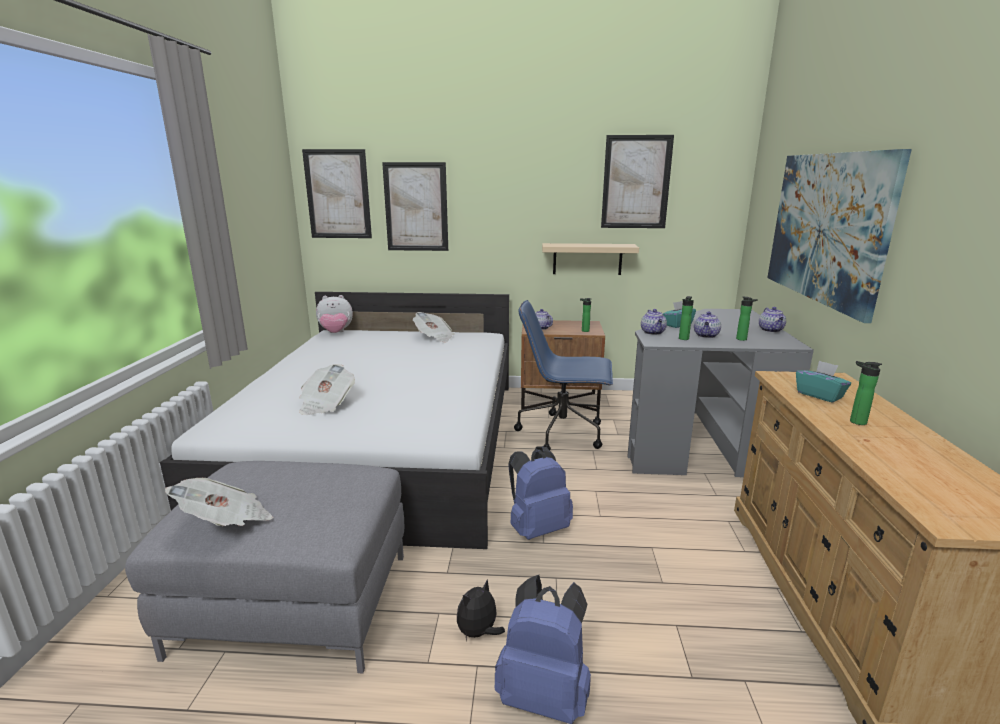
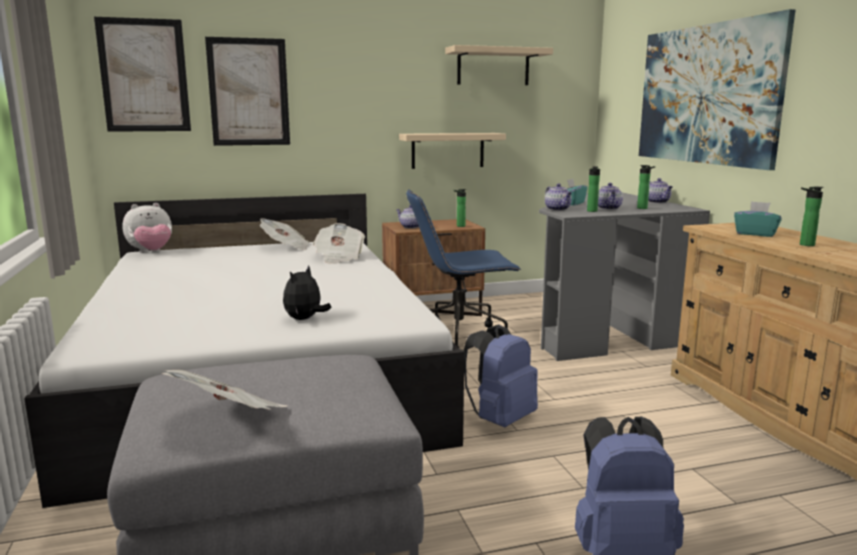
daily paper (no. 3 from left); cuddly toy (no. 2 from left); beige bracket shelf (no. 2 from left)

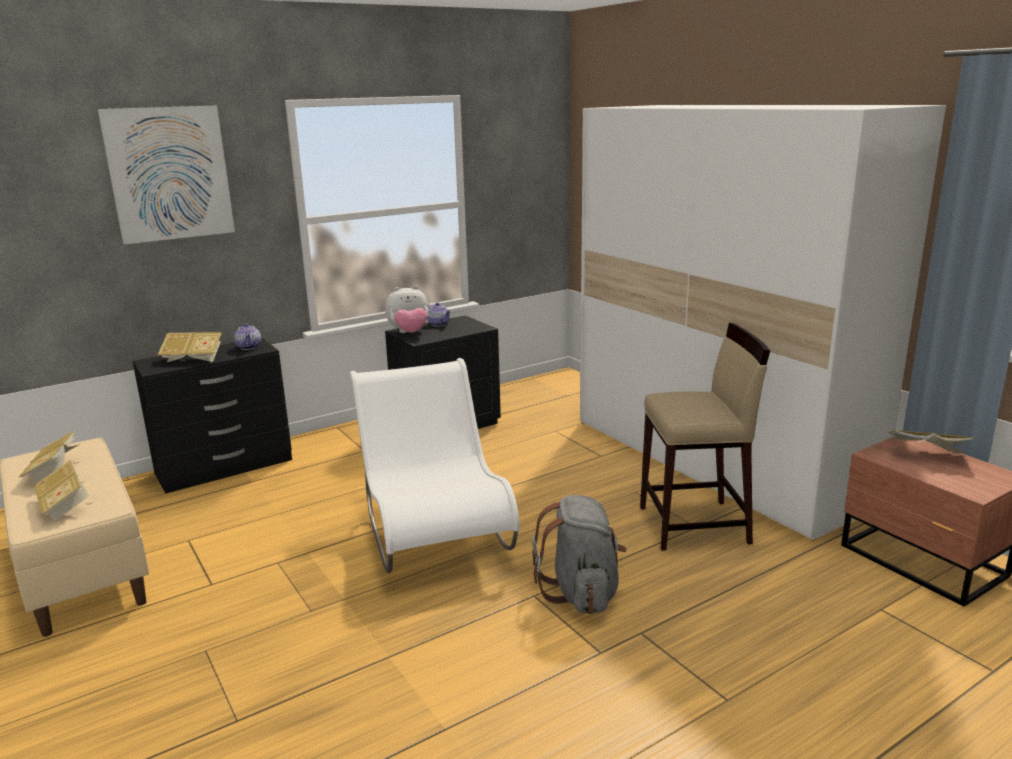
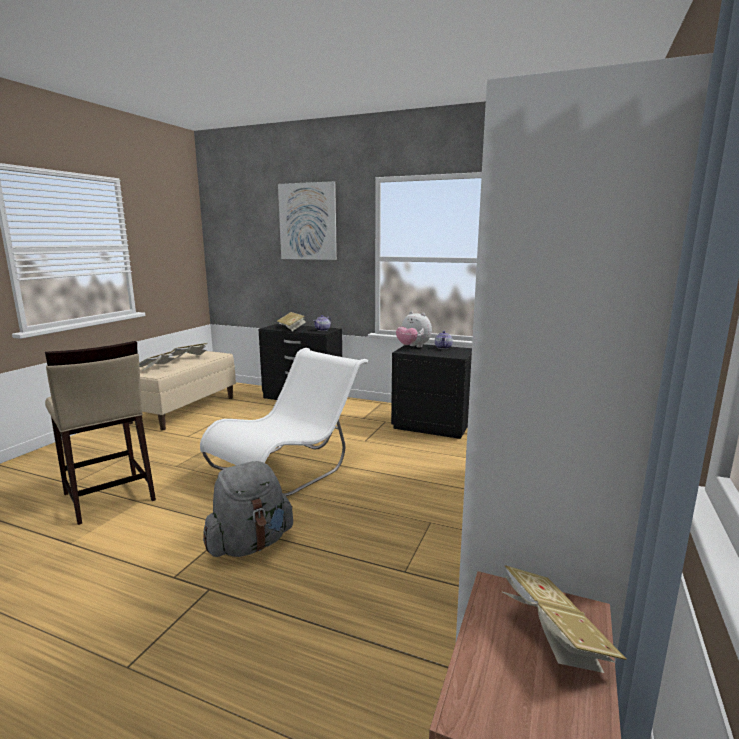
beige stool

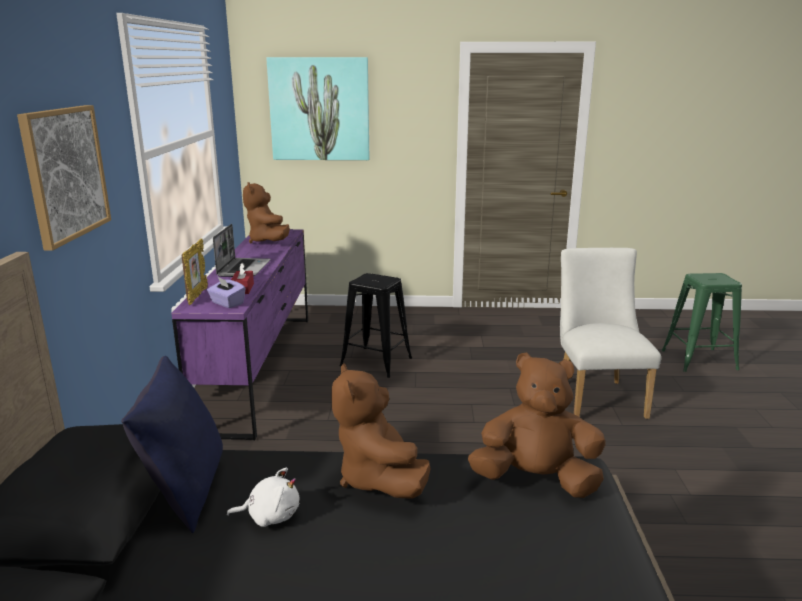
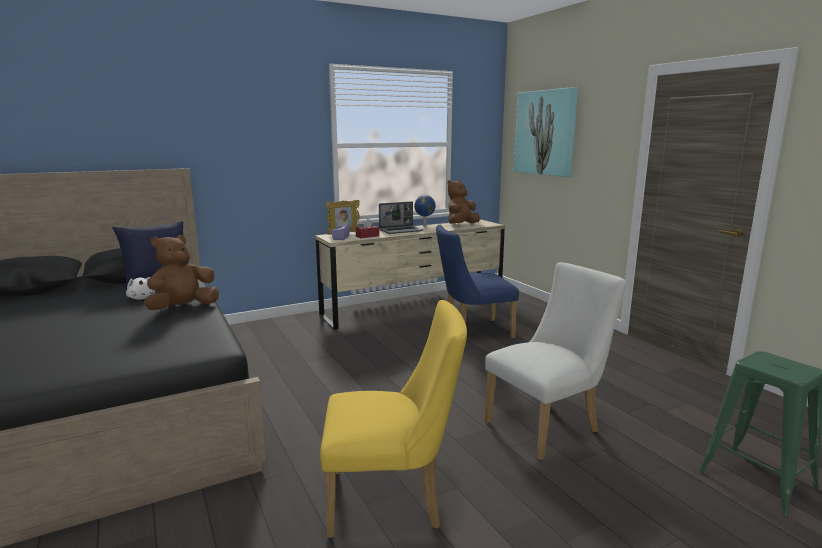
picture (no. 1 from left in the first image); brown cuddly toy (no. 3 from left in the first image); yellow-coloured chair; world globe; blue-coloured chair; beige drawer chest

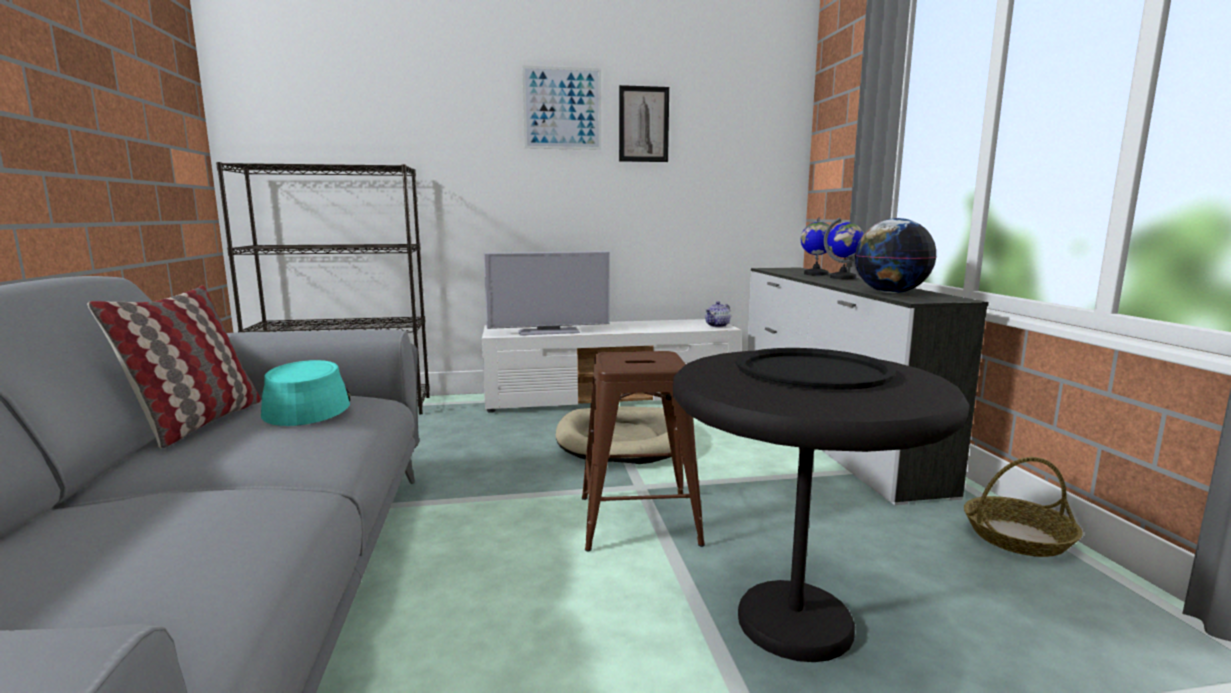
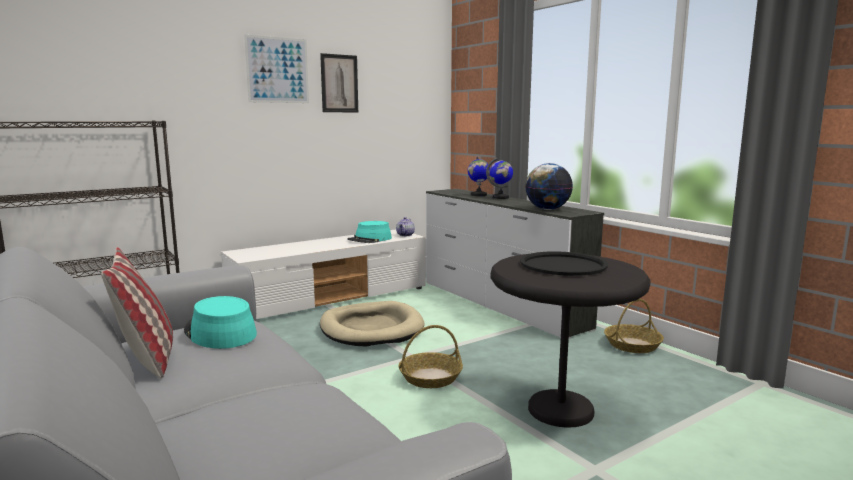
television; blue-green wearable hat (no. 2 from left); basket (no. 1 from left)

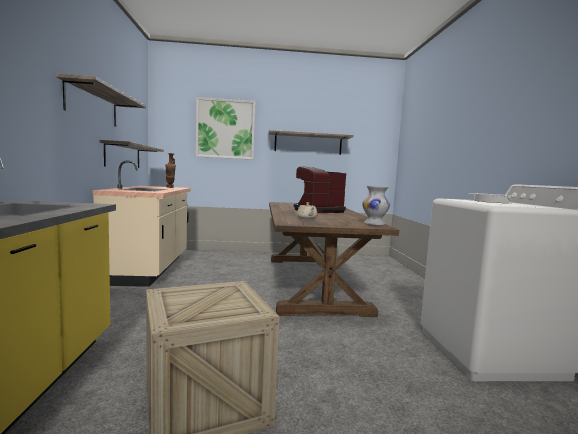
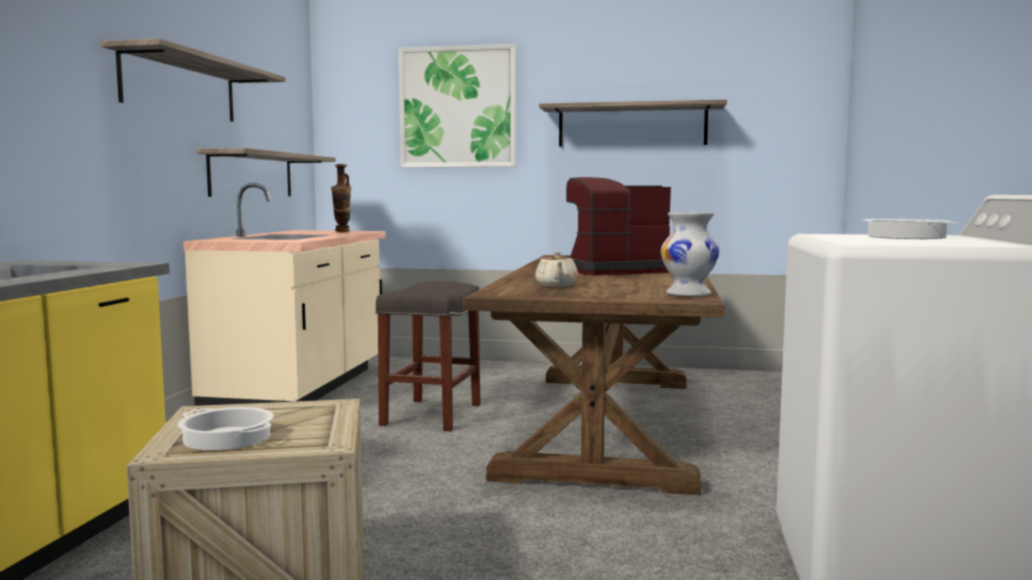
stockpot (no. 1 from left); grey stool

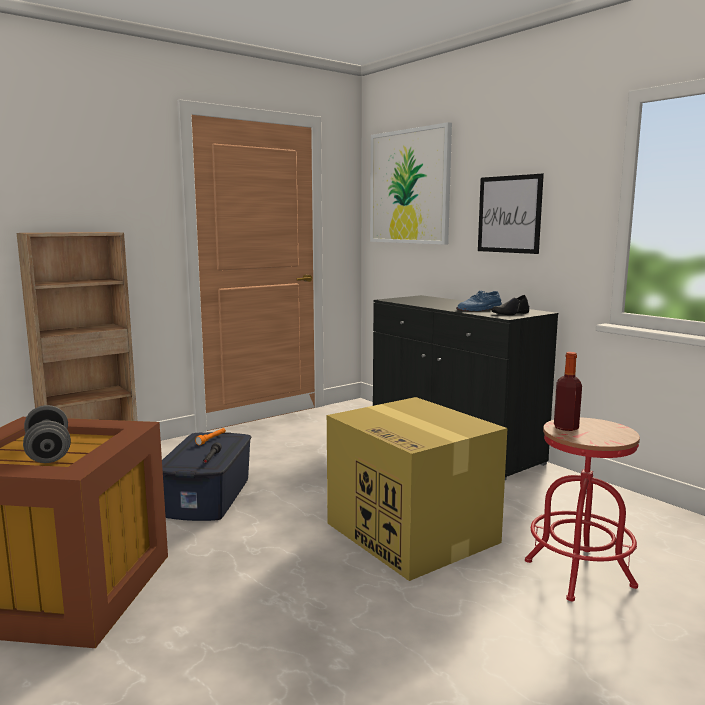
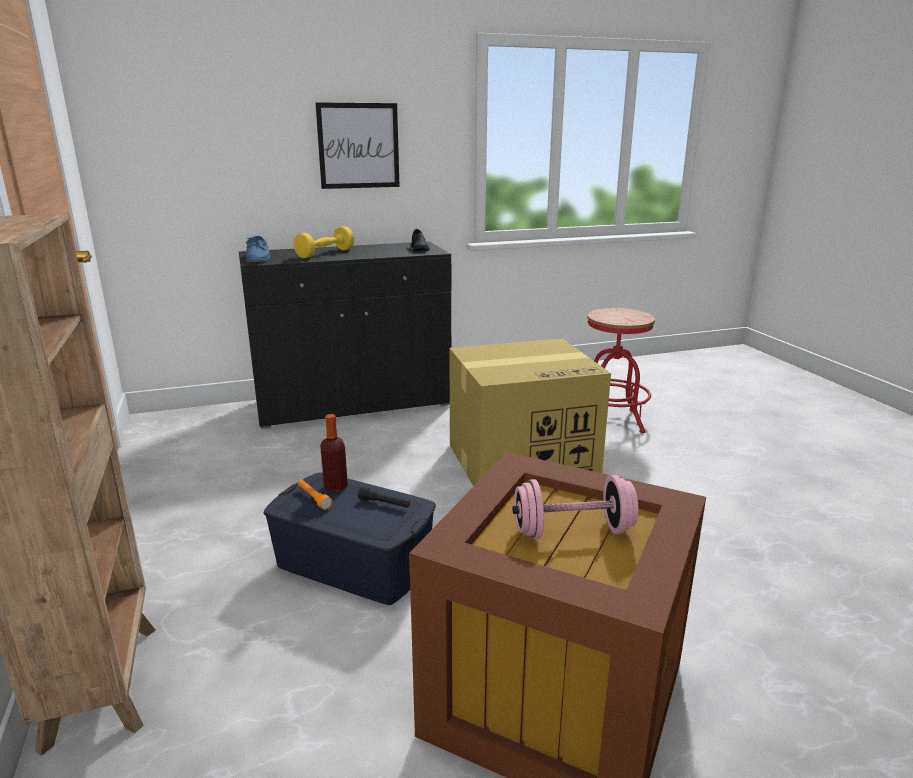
picture (no. 1 from left in the first image); yellow-coloured hand weight; blue-coloured item of footwear; bottle; pink-coloured hand weight

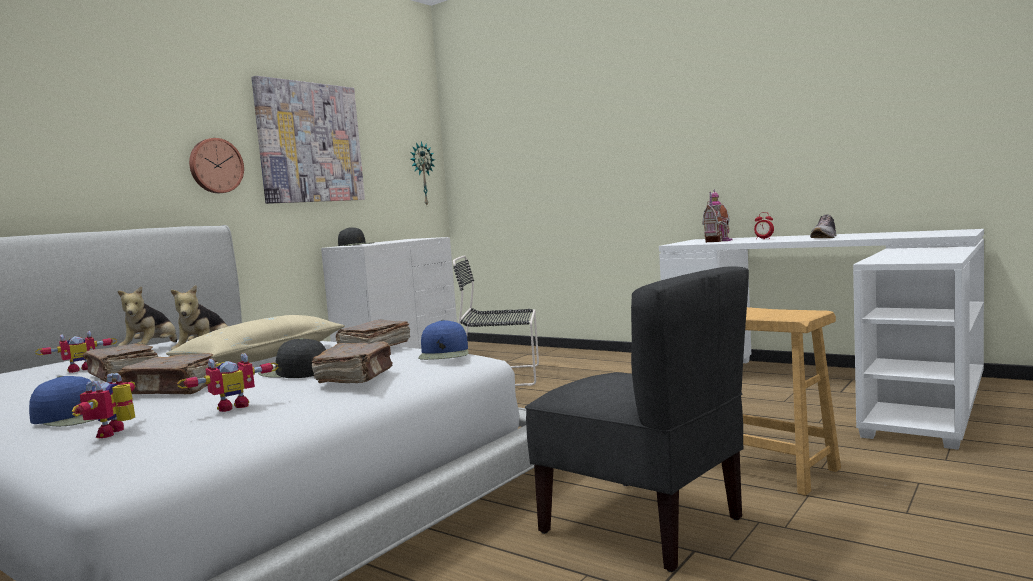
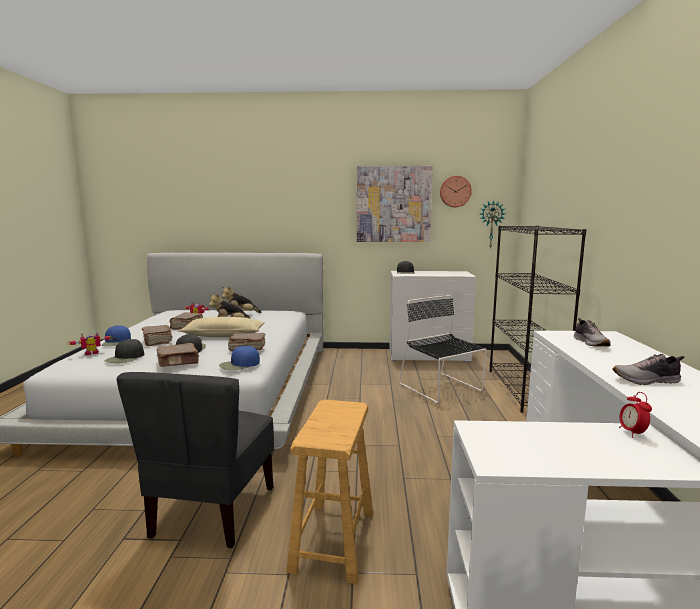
blackish shelving unit; wall clock (no. 1 from left); bedside clock; blackish peaked cap (no. 1 from left); item of footwear (no. 1 from left)

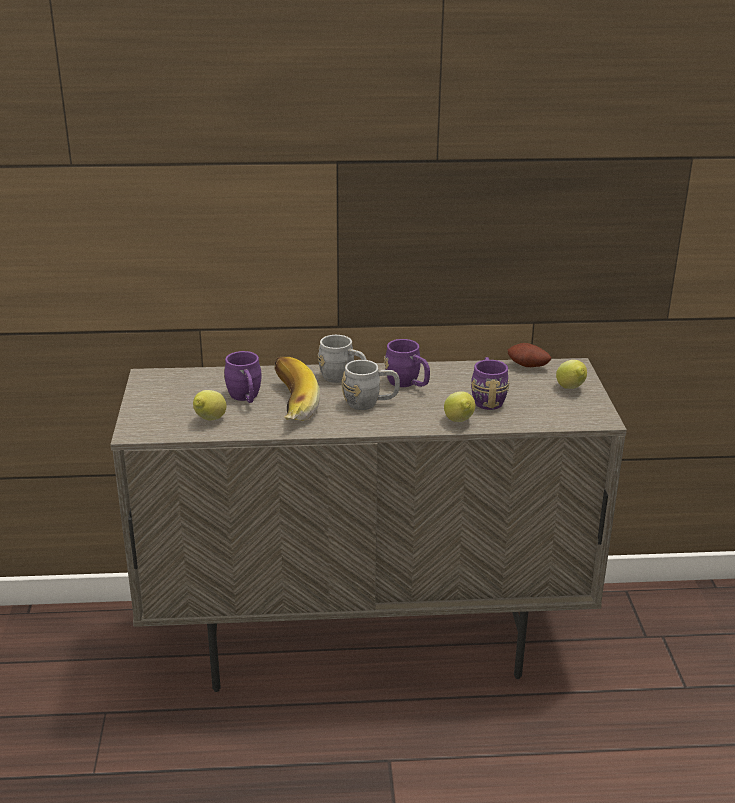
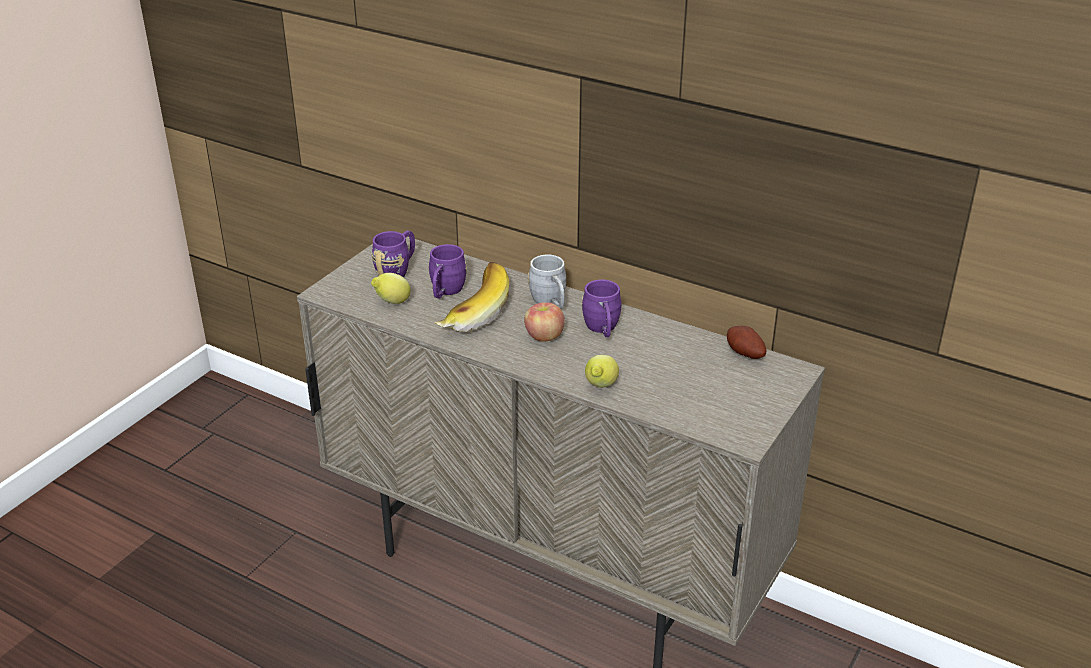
whole lemon (no. 3 from left in the first image); purplish coffee mug (no. 1 from left); apple fruit

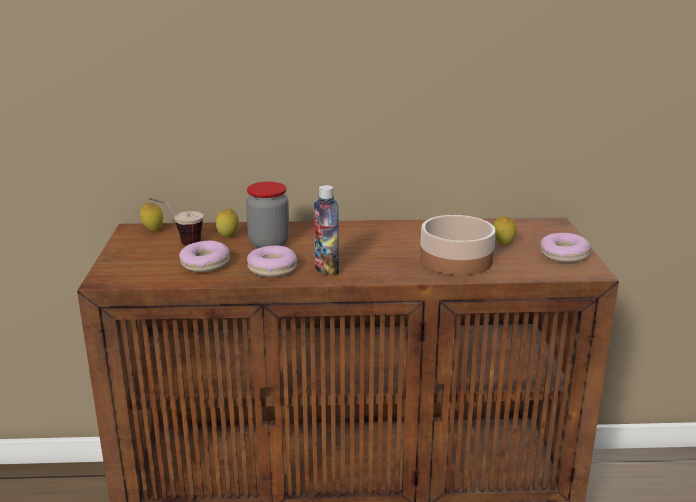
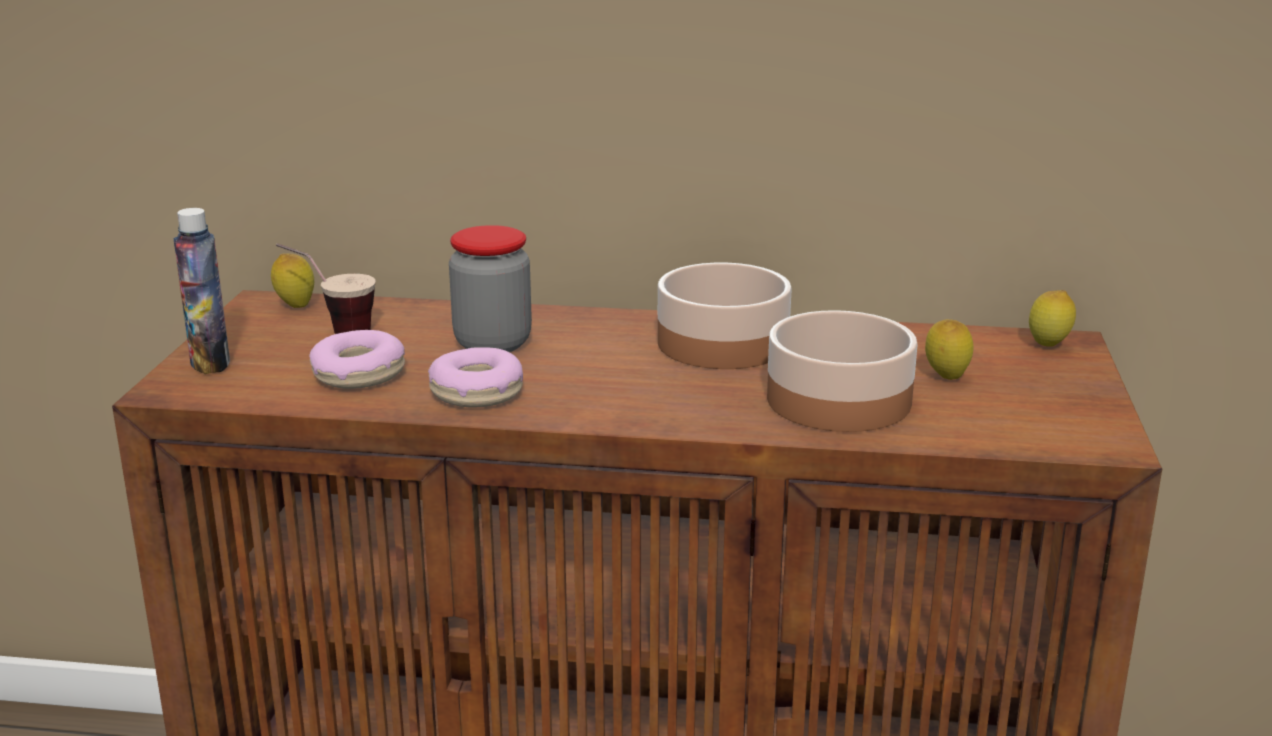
donut (no. 3 from left in the first image); serving bowl (no. 1 from left); whole lemon (no. 3 from left); bottle

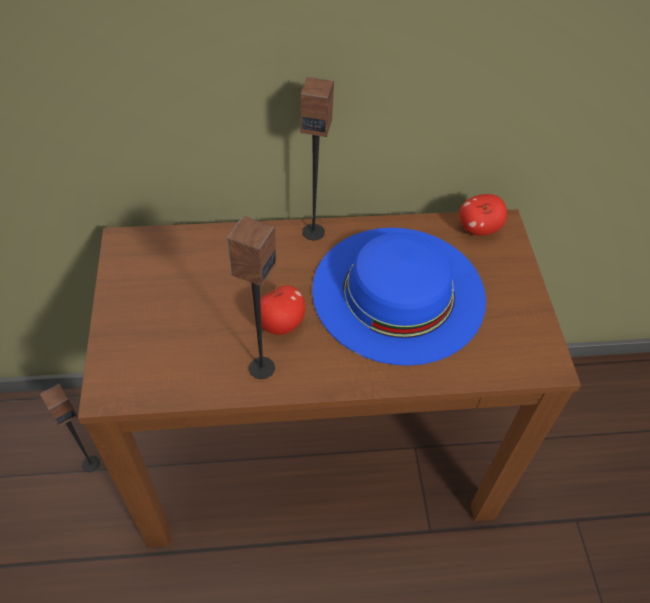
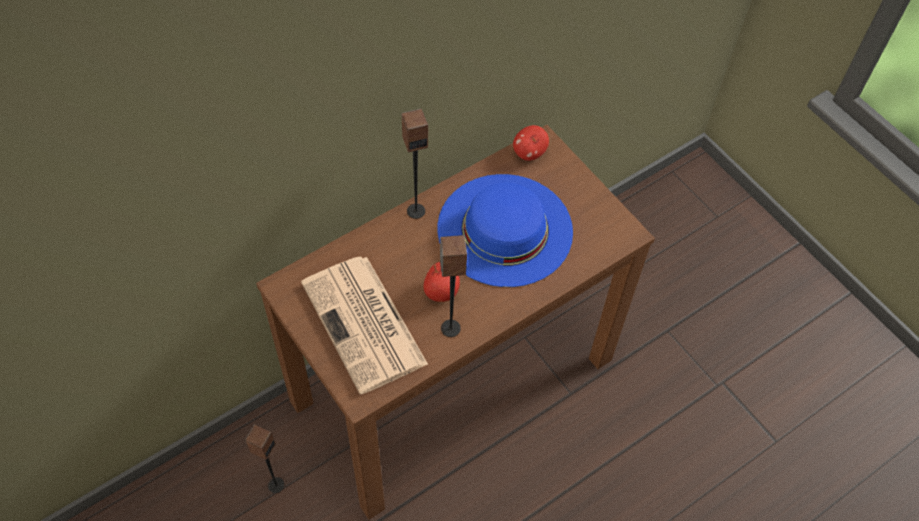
daily paper

